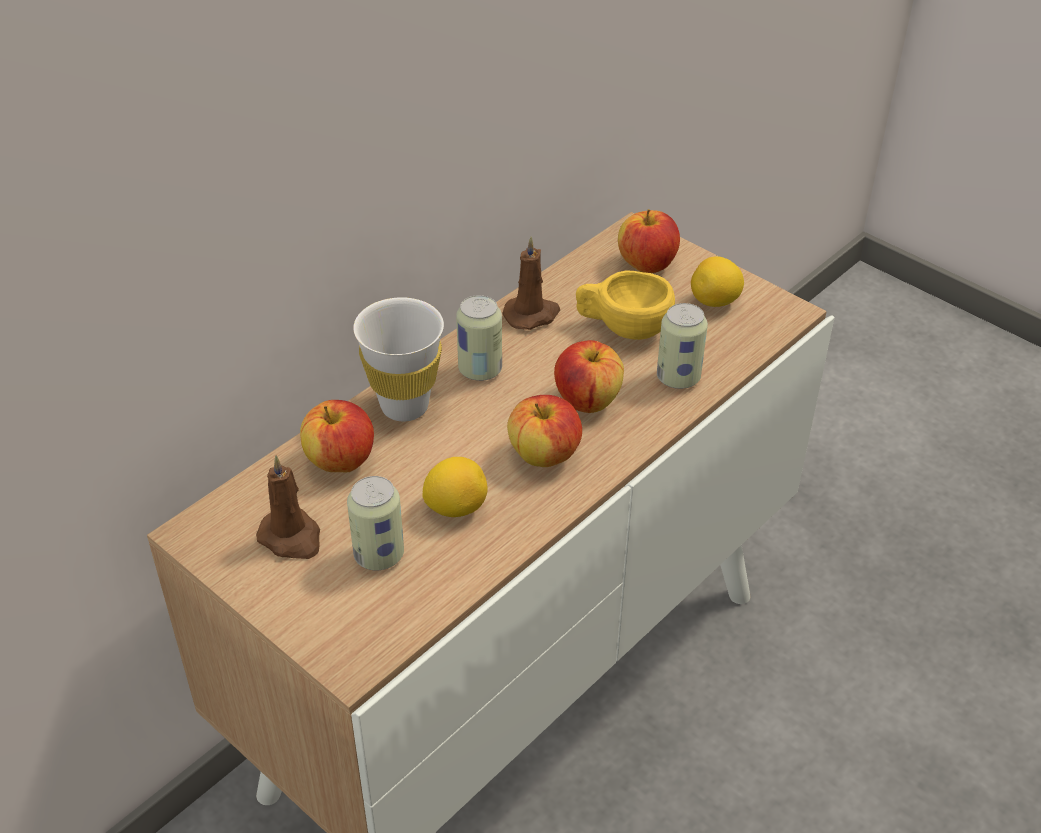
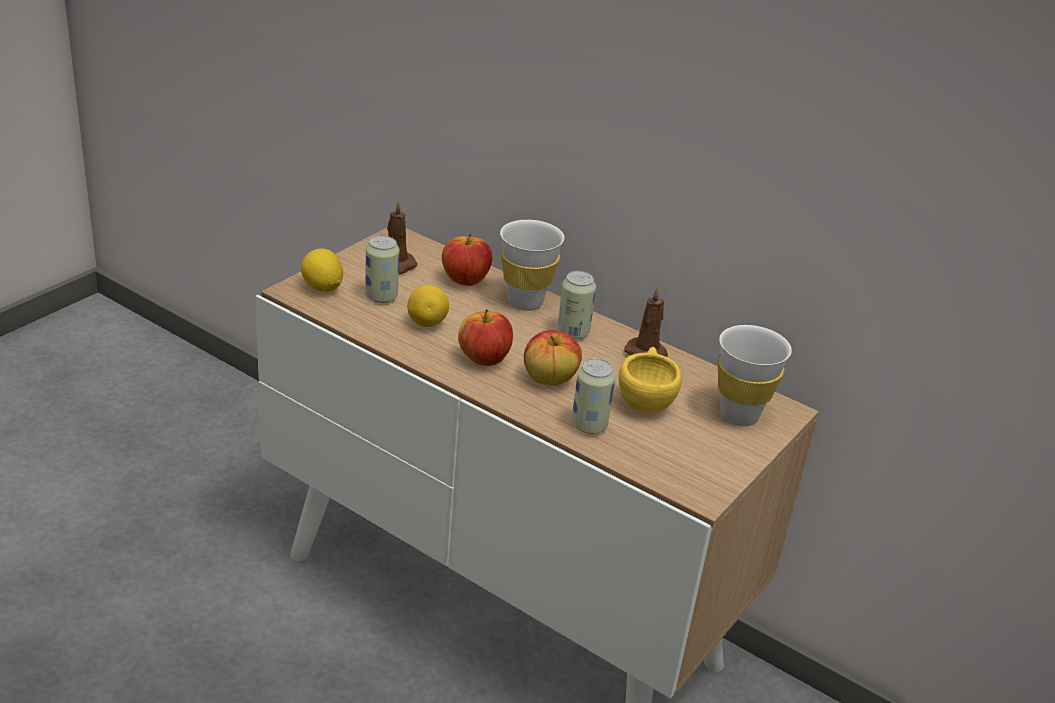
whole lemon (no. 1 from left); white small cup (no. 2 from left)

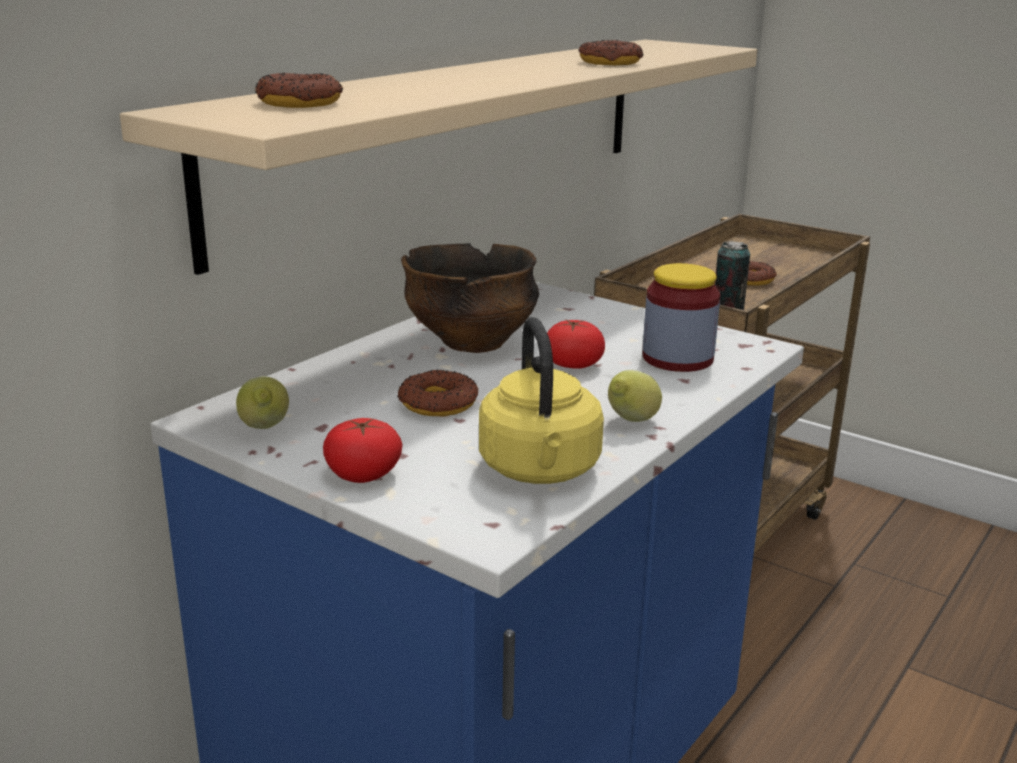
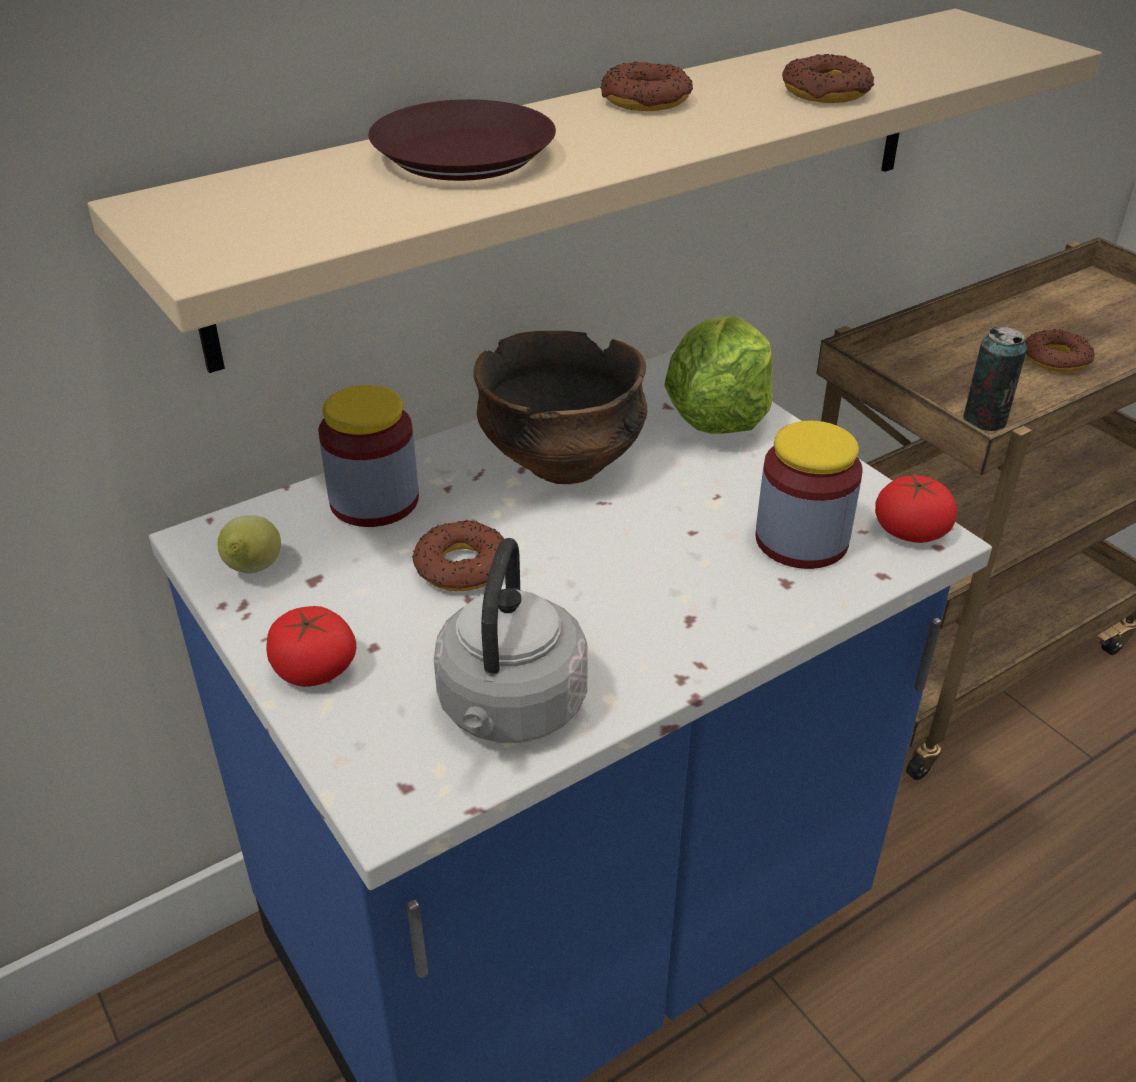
whole lemon (no. 2 from left in the first image); jar (no. 1 from left); brown flat dish; lettuce; donut (no. 2 from left); fresh tomato (no. 2 from left); grey kettle

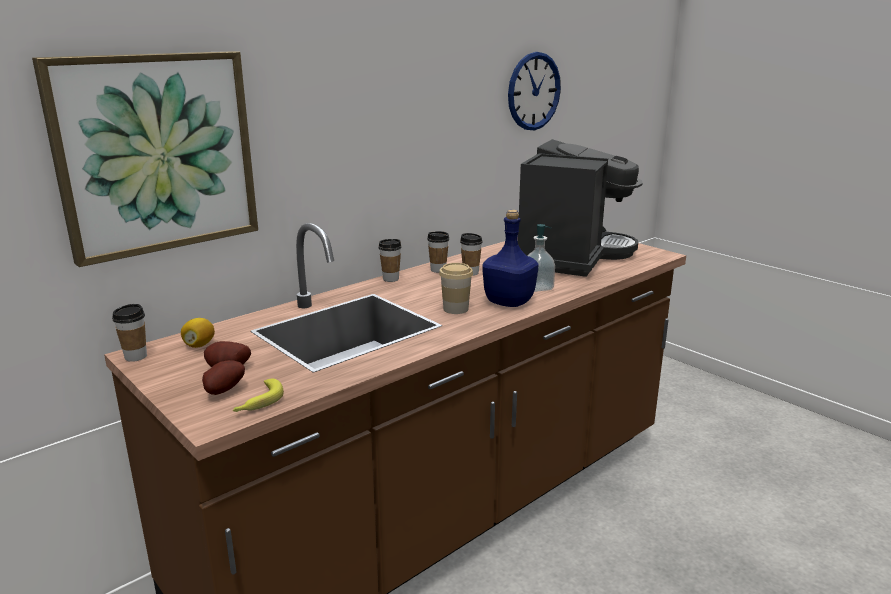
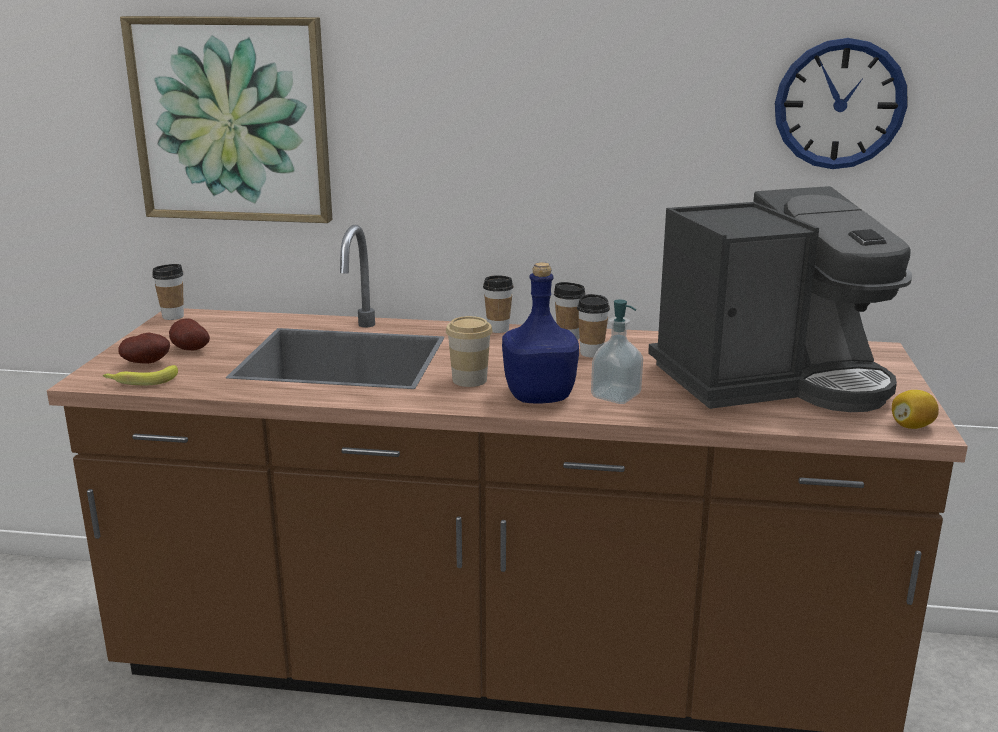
whole lemon

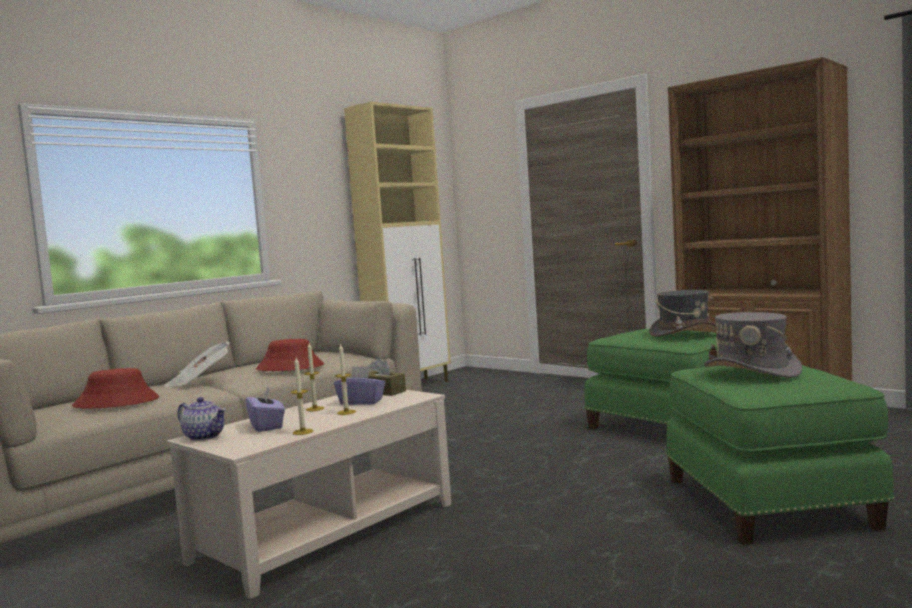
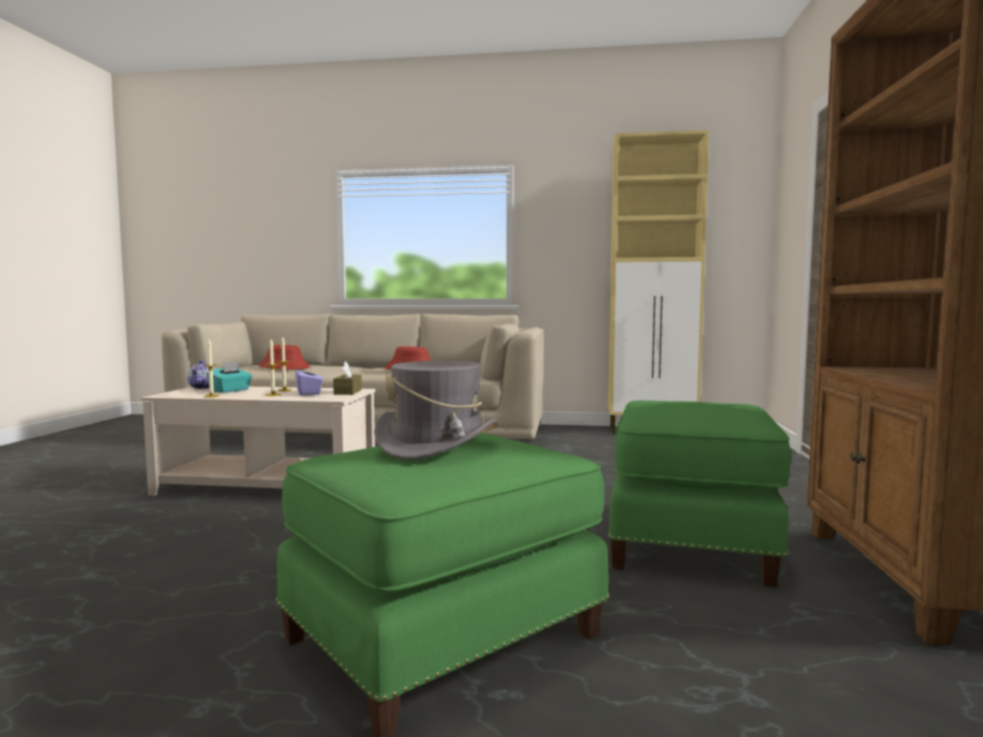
daily paper; grey wearable hat (no. 1 from left in the first image); blue-green tissue box

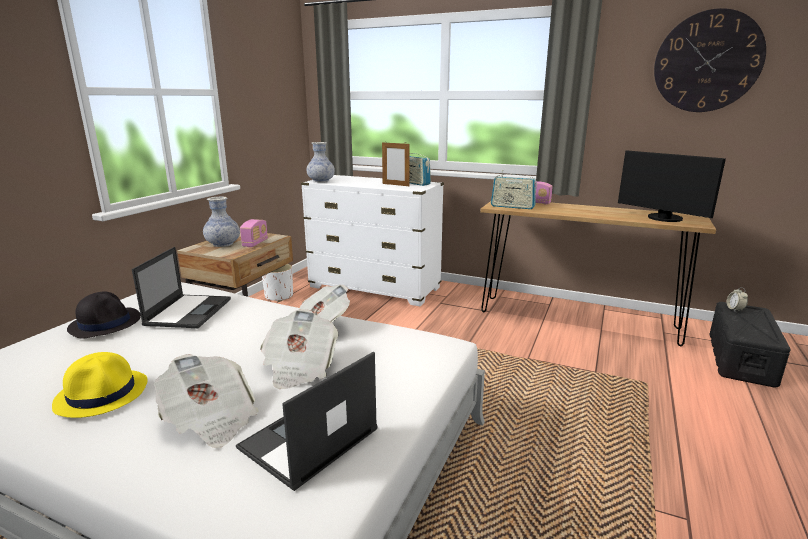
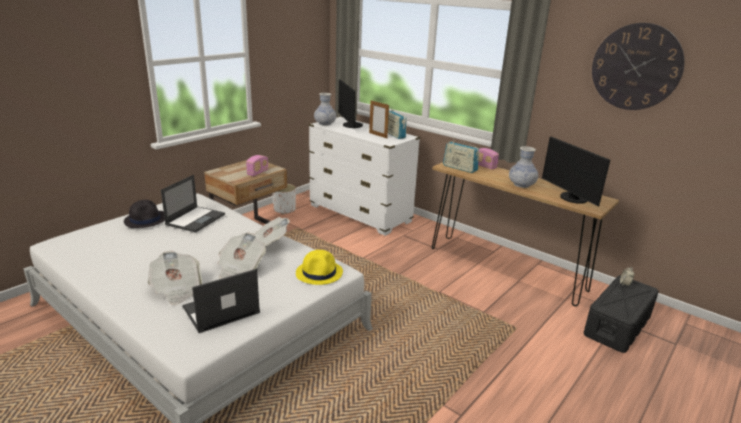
computer display (no. 1 from left); yellow-coloured wearable hat; vase (no. 2 from left)

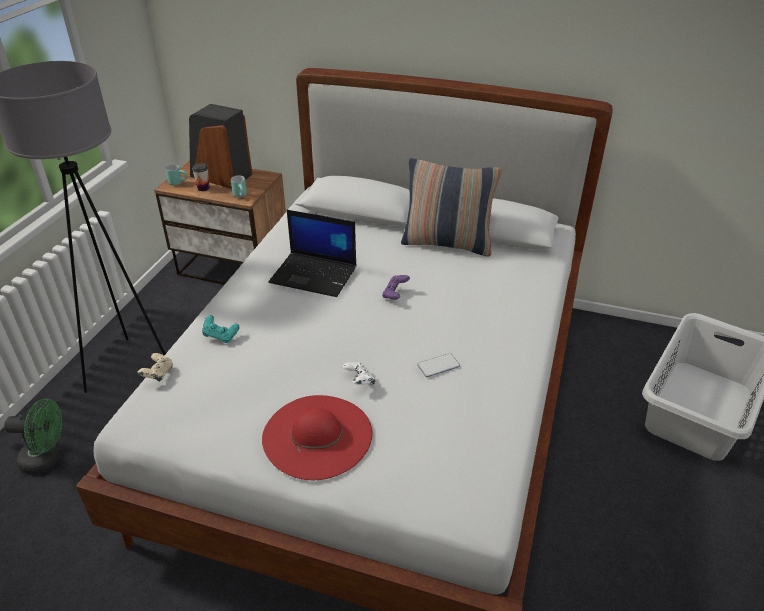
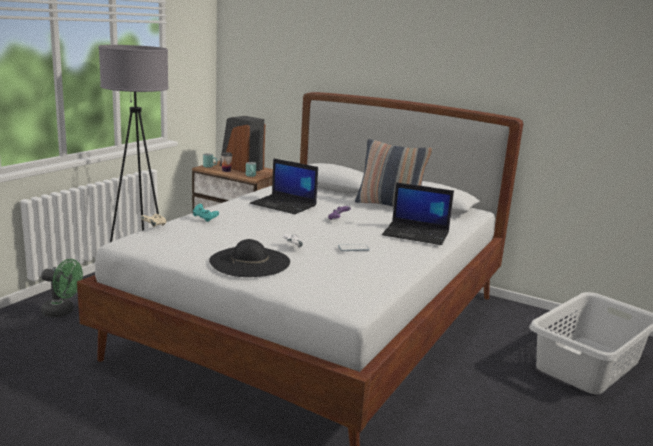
laptop (no. 2 from left); blackish wearable hat

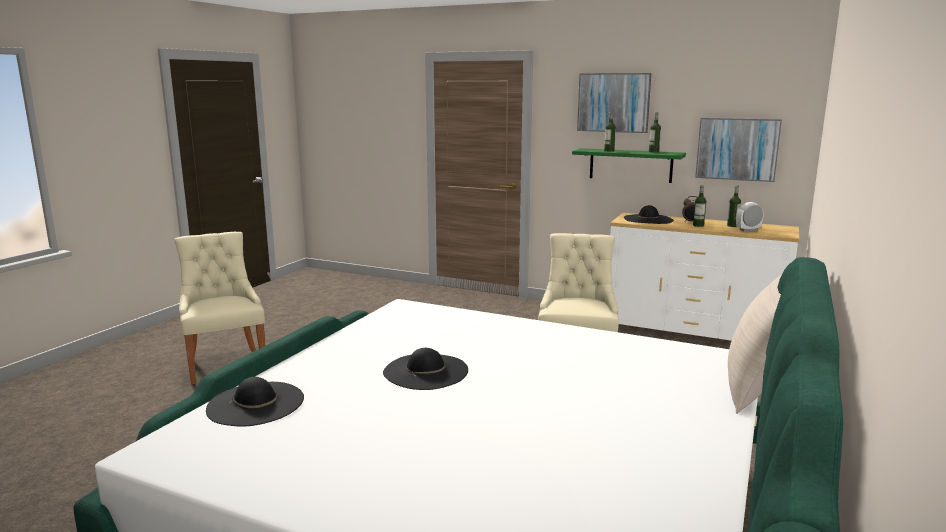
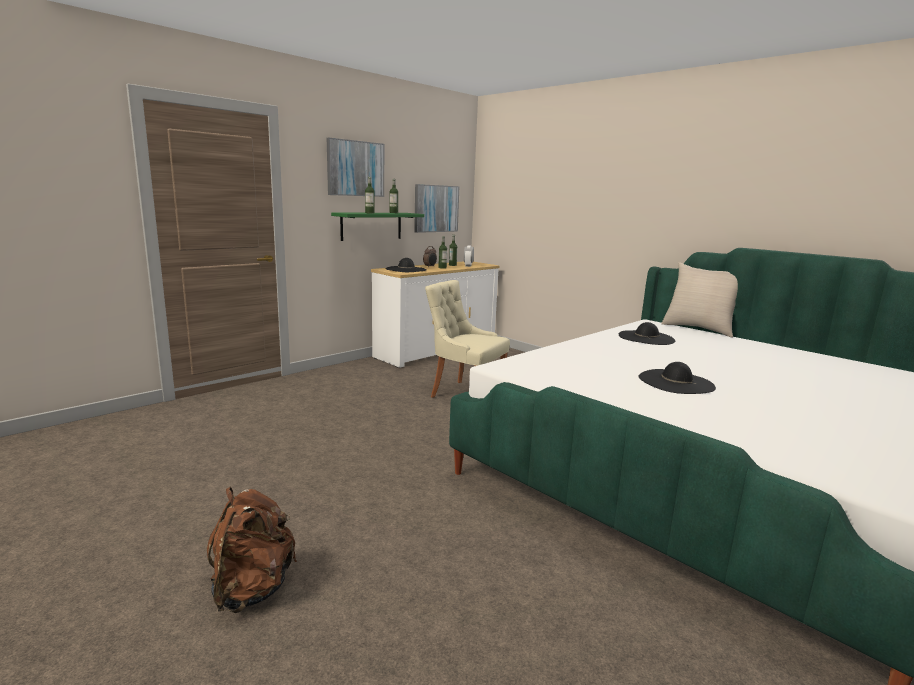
blackish wearable hat (no. 2 from left); brown knapsack

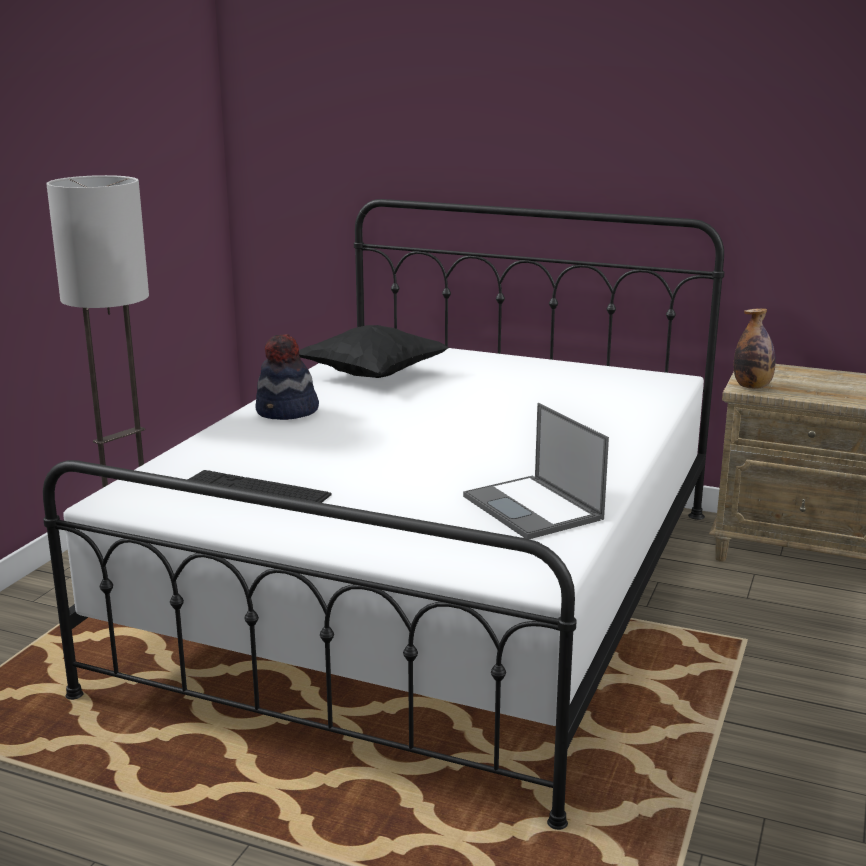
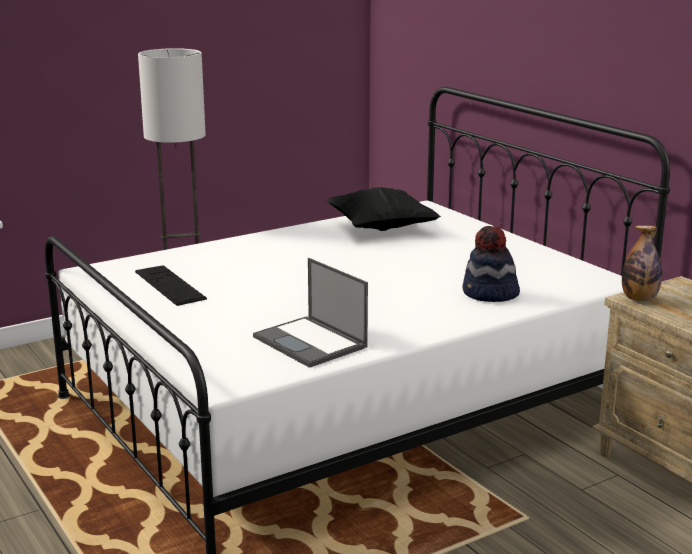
wearable hat; laptop

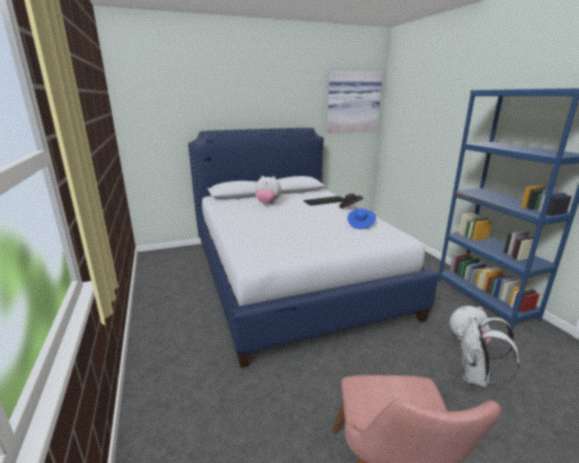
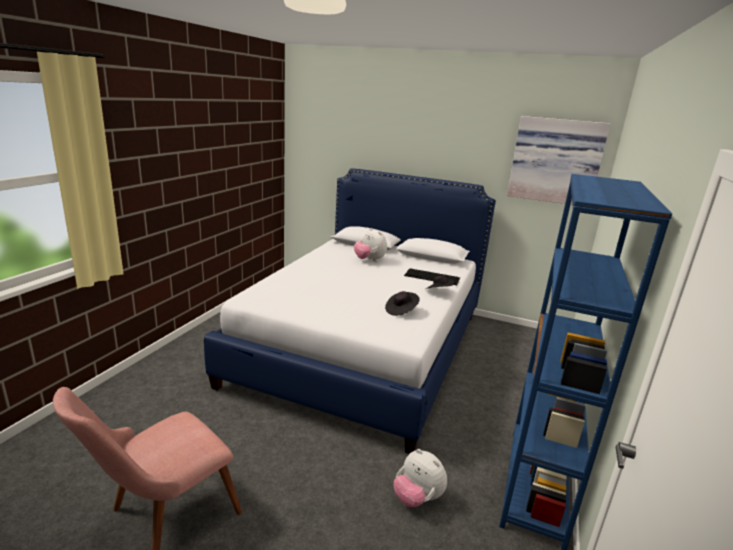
white knapsack; blackish wearable hat (no. 1 from left)

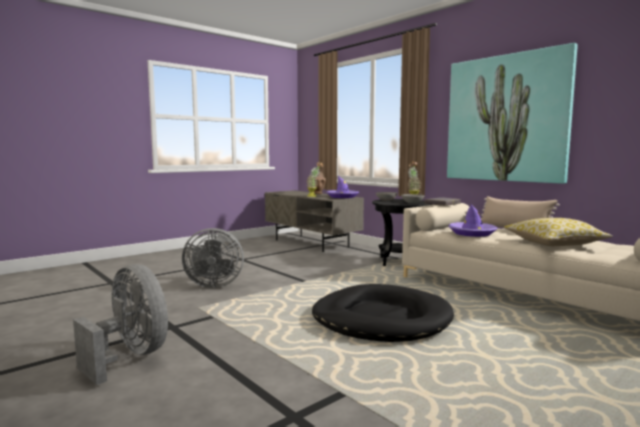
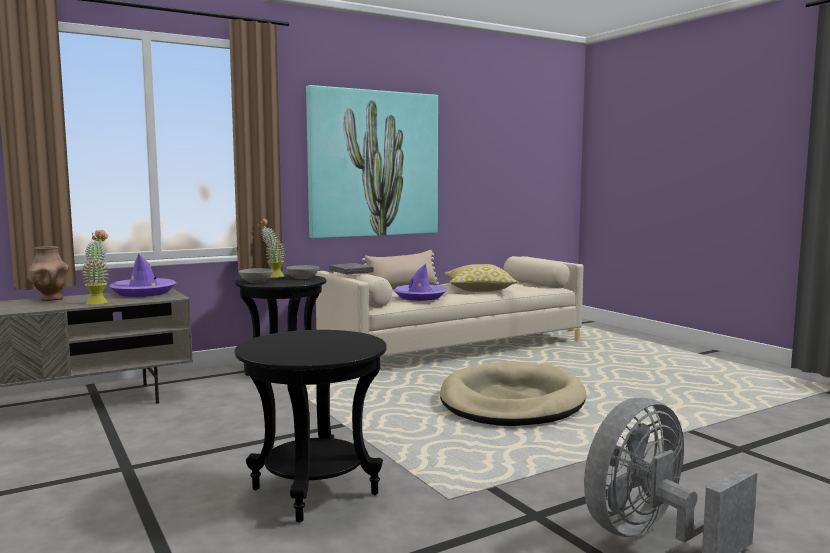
blackish accent table (no. 2 from left); beige dog bed

